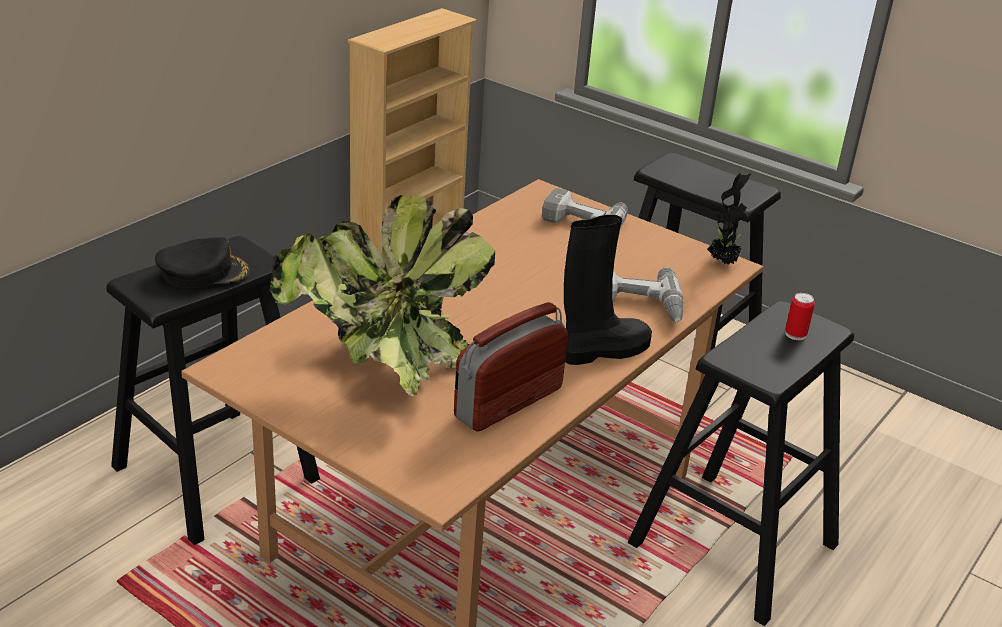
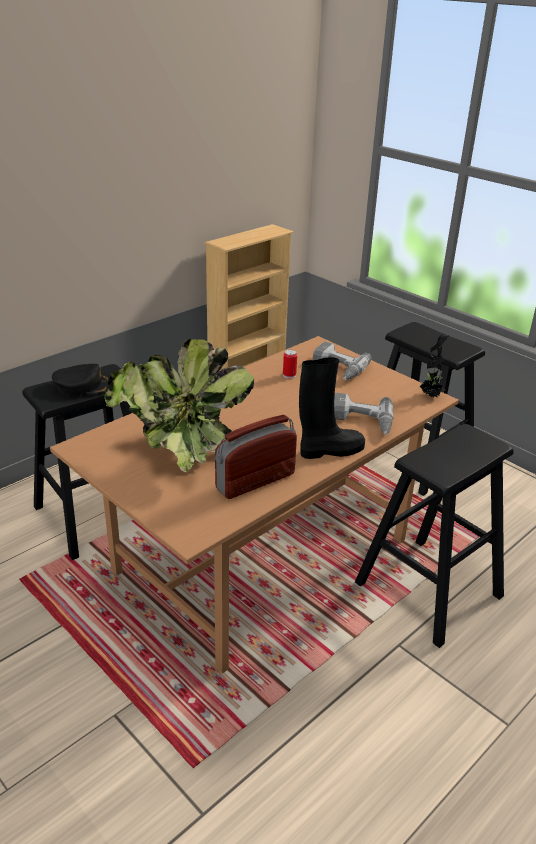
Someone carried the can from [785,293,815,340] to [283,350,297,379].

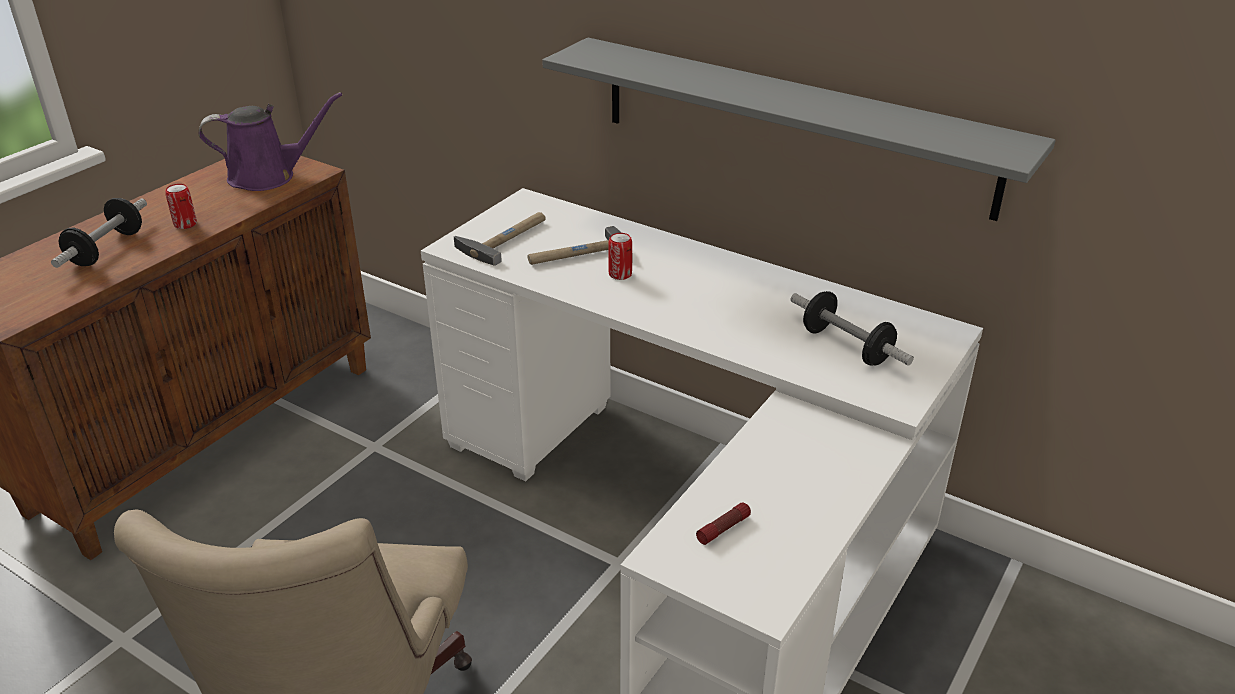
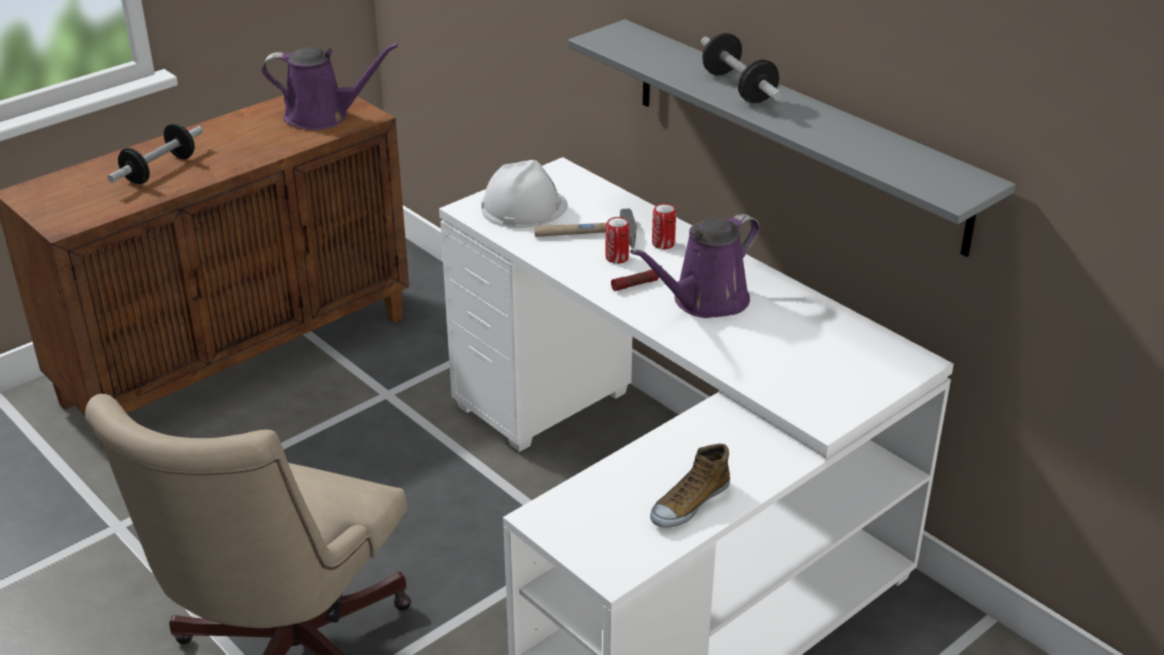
Someone put down the watering can (purple) at [630,214,760,318].
Someone put down the shoe at [650,444,730,528].
Someone carried the can from [166,184,197,229] to [652,203,676,249].
Someone carried the flashlight from [696,503,751,545] to [611,269,659,291].
Someone carried the dumbbell from [790,291,914,366] to [701,33,782,103].
Someone swapped the hammer at [454,212,546,266] for the hard hat (white) at [481,160,568,228].

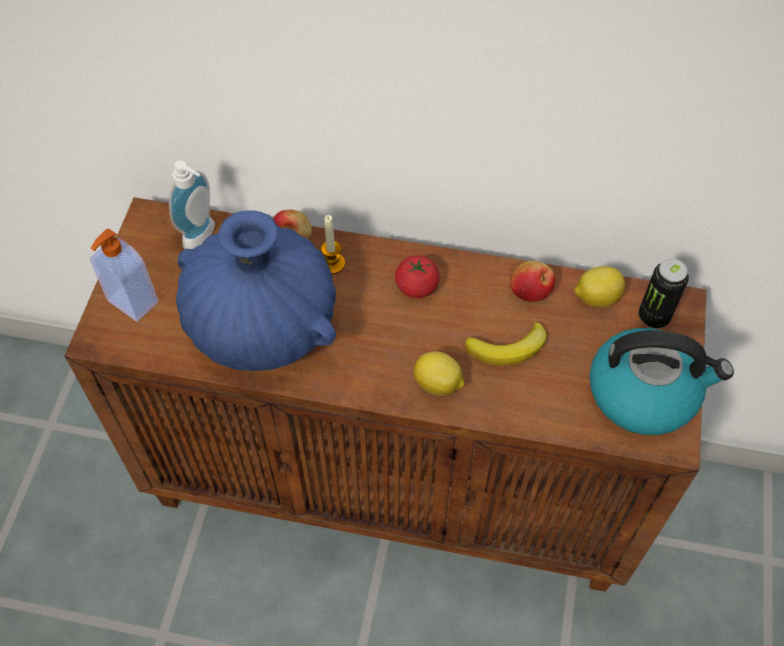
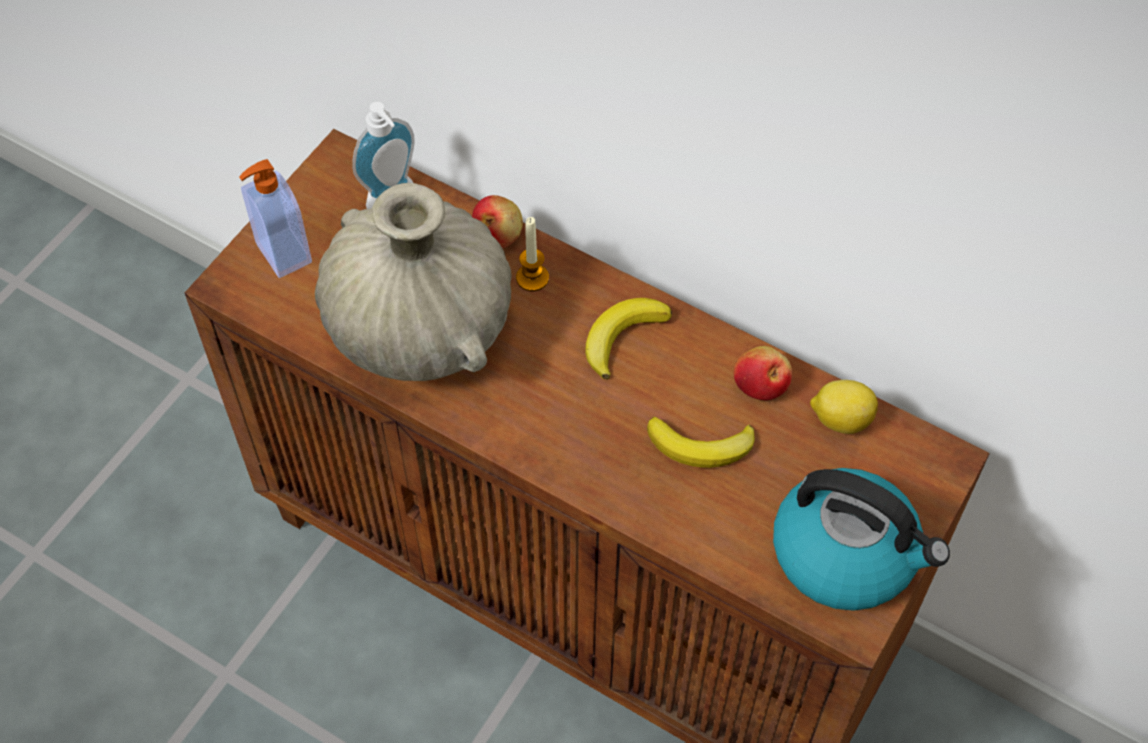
Someone took away the lemon at [413,351,464,396].
Someone took away the can at [639,259,689,328].
Someone swapped the tomato at [395,255,440,298] for the banana at [585,298,672,380].
Someone repainted the vase (blue) at [176,210,336,371], which became the vase (beige) at [315,183,512,381].

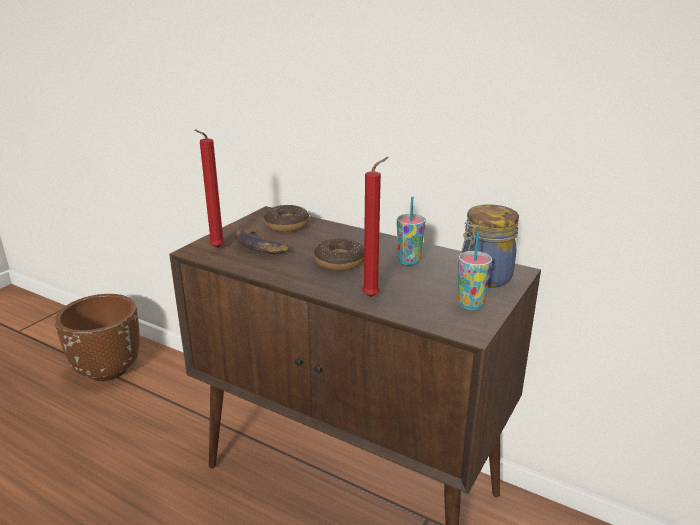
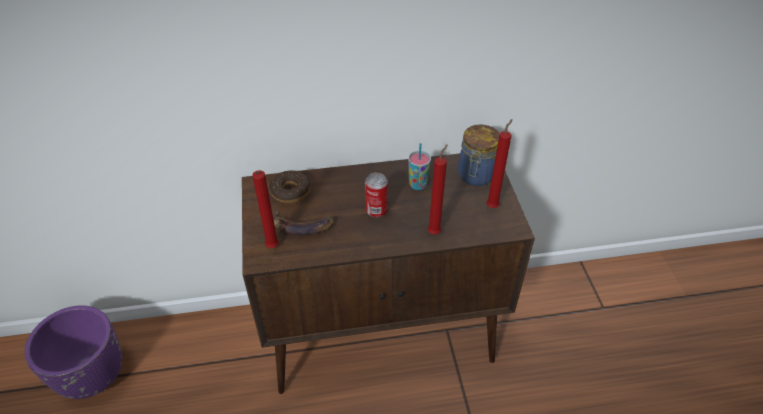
Someone swapped the donut at [314,238,364,271] for the can at [365,172,388,218].
Someone swapped the cup at [458,233,492,310] for the candle (red) at [486,119,513,208].
Someone repainted the planter (brown) at [55,294,140,381], which became the planter (purple) at [25,305,122,399].

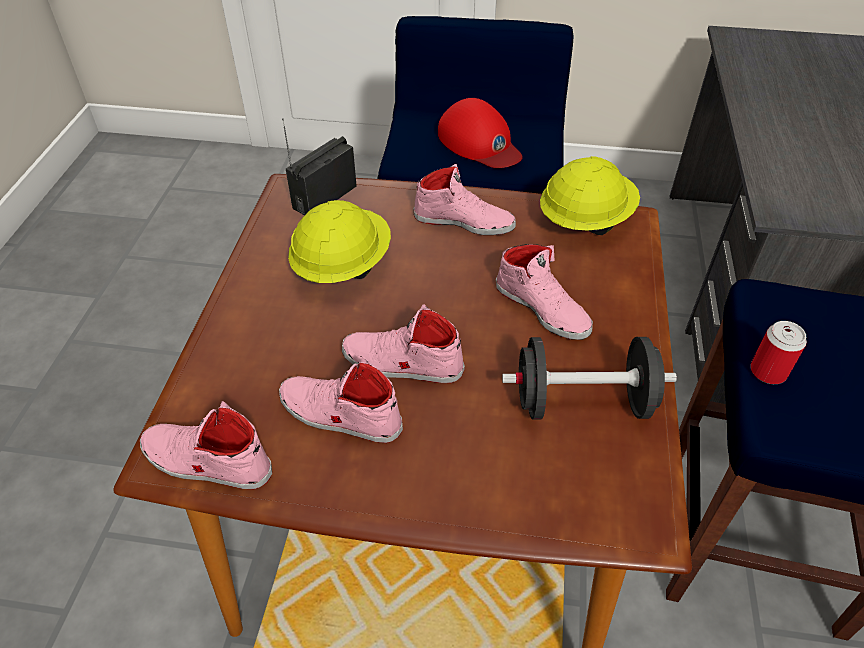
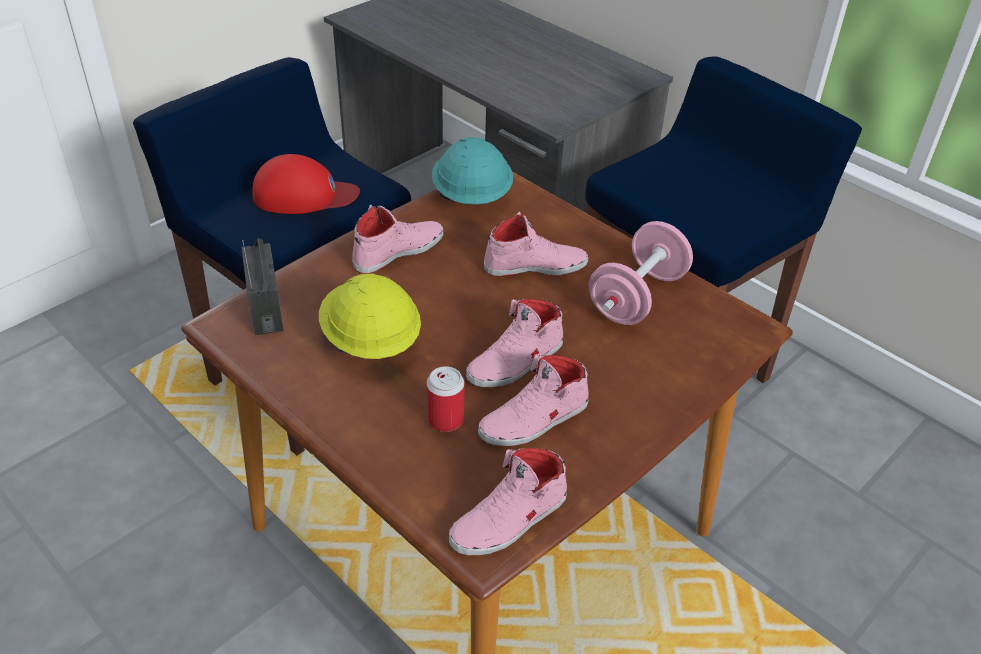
Someone carried the can from [750,321,807,384] to [427,366,465,432].
Someone repainted the dumbbell (black) at [502,337,677,420], which became the dumbbell (pink) at [589,221,693,325].
Someone repainted the hard hat (yellow) at [540,156,640,235], which became the hard hat (turquoise) at [432,137,513,205].

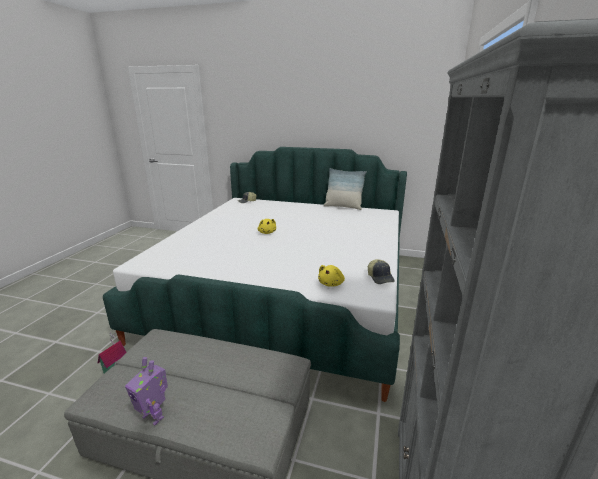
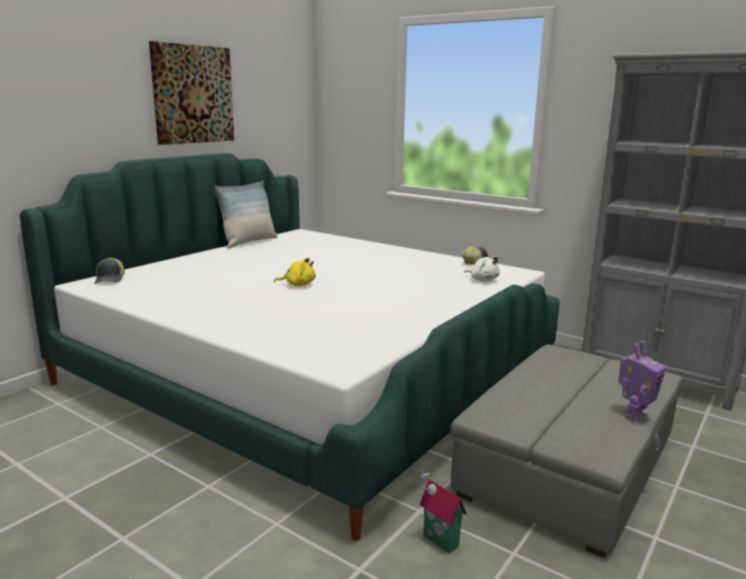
Someone put up the picture at [149,41,234,145].
Someone repainted the plush toy (yellow) at [318,265,345,287], which became the plush toy (white) at [464,256,500,281].

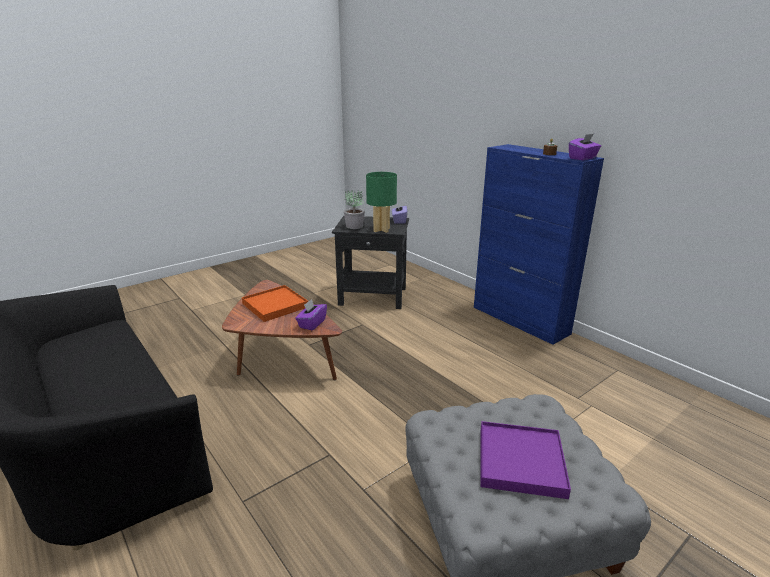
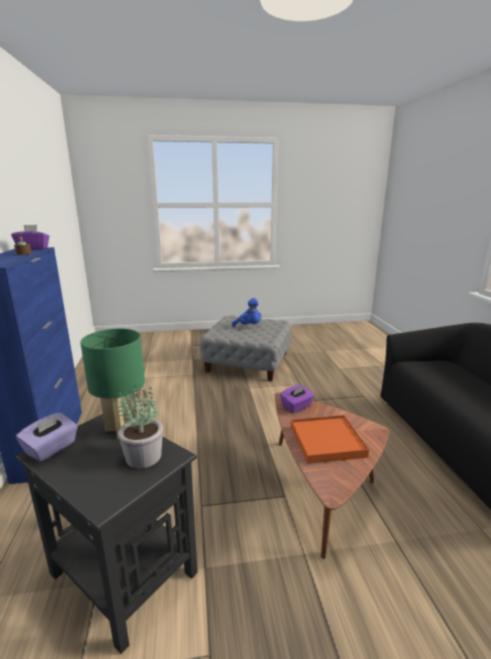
Someone swapped the tray (purple) at [480,421,571,499] for the plush toy (blue) at [232,298,261,327].

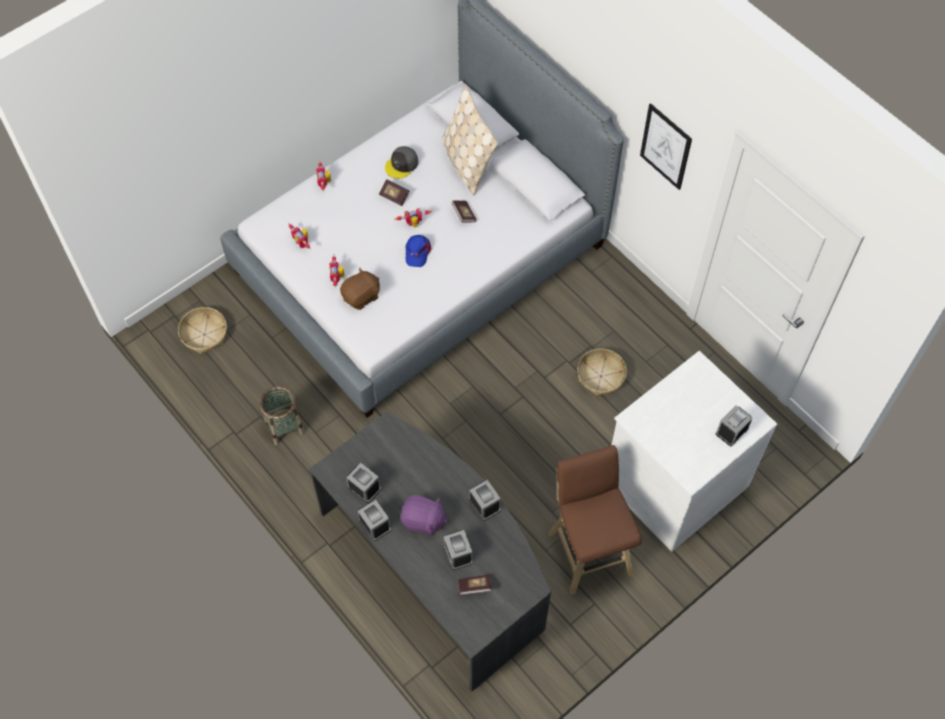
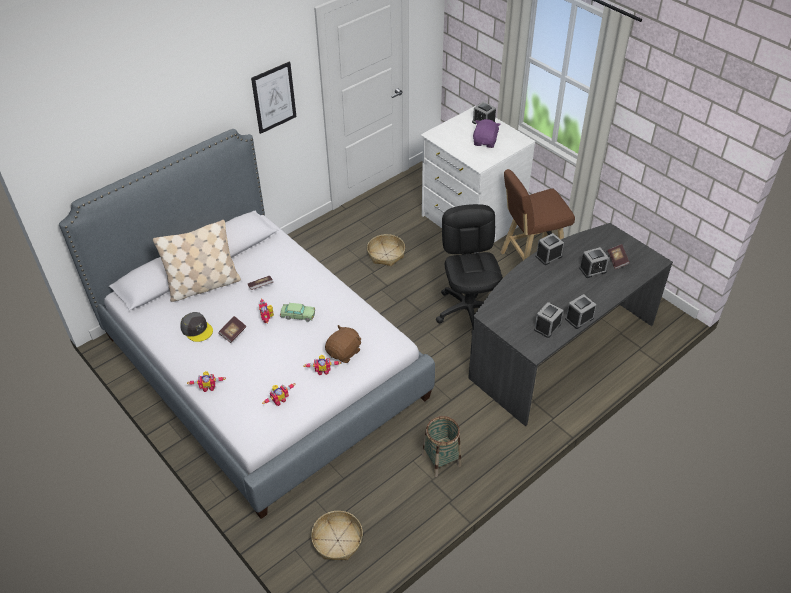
Someone put down the office chair (black) at [436,204,503,333].
Someone carried the plush toy (purple) from [401,495,448,536] to [473,119,501,148].
Someone swapped the cap (blue) at [406,235,431,267] for the toy car at [280,303,315,322].
Someone rotated the plush toy (brown) at [340,267,380,310] by 75 degrees clockwise.

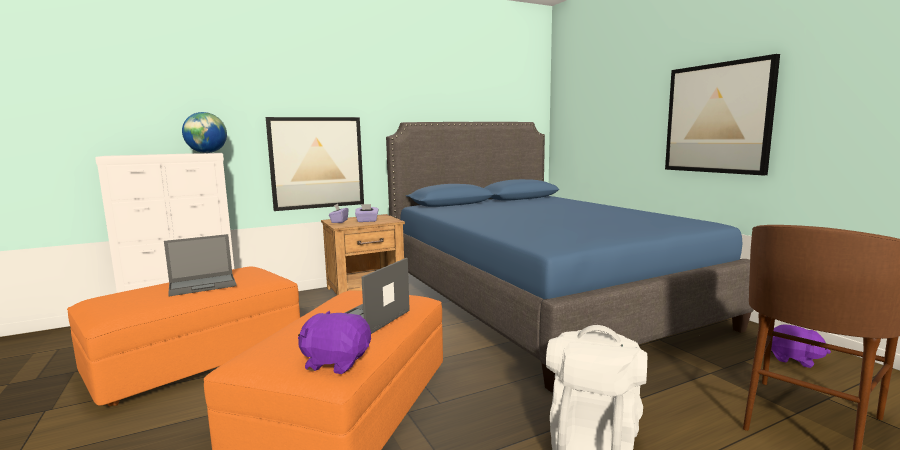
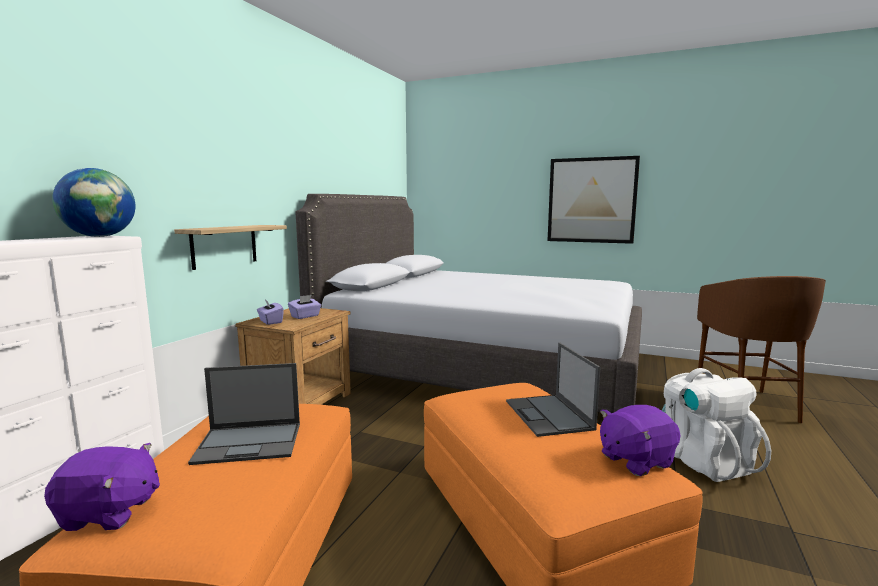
Someone carried the plush toy (purple) from [771,324,831,368] to [44,443,160,531].
Someone swapped the picture at [266,117,364,211] for the shelf at [174,225,287,270].
Someone repainted the bed (blue) at [386,122,754,392], which became the bed (grey) at [295,194,642,413].
Someone rotated the laptop at [164,234,237,296] by 60 degrees clockwise.

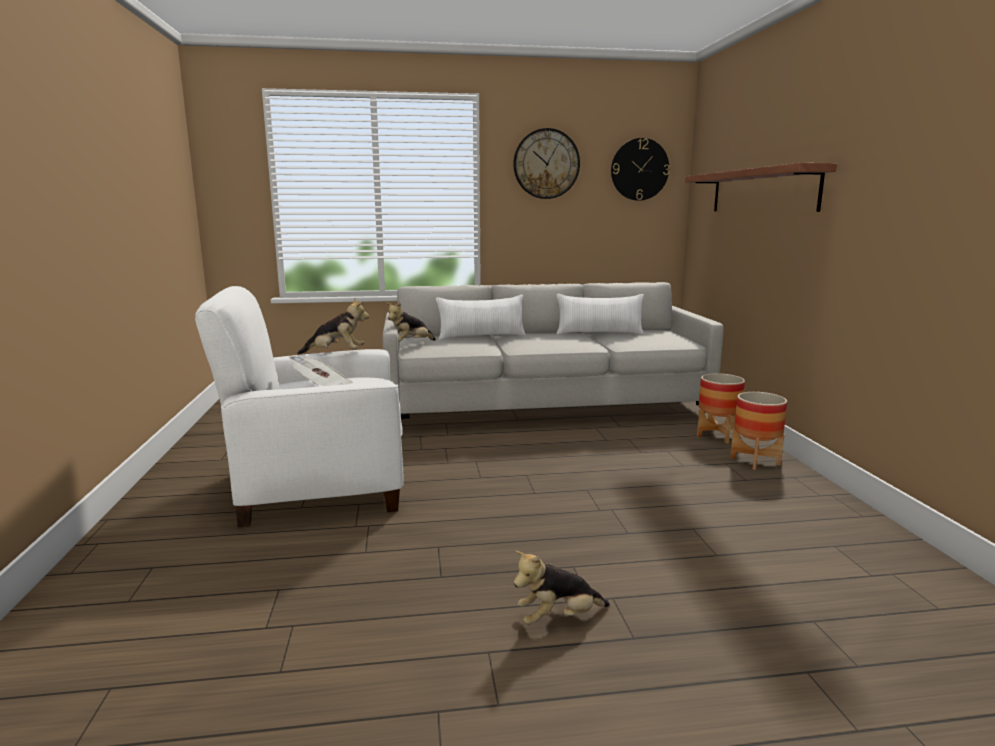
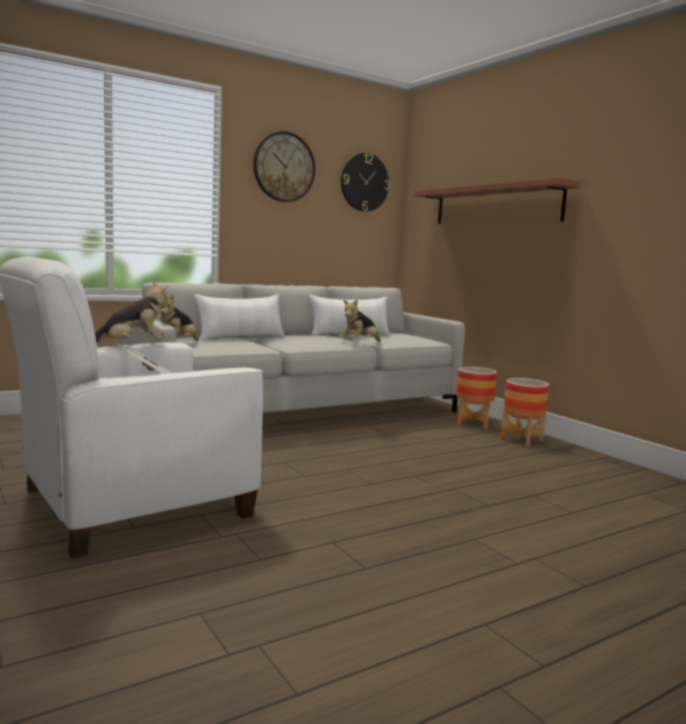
Someone carried the plush toy from [514,551,610,625] to [340,299,381,342].

